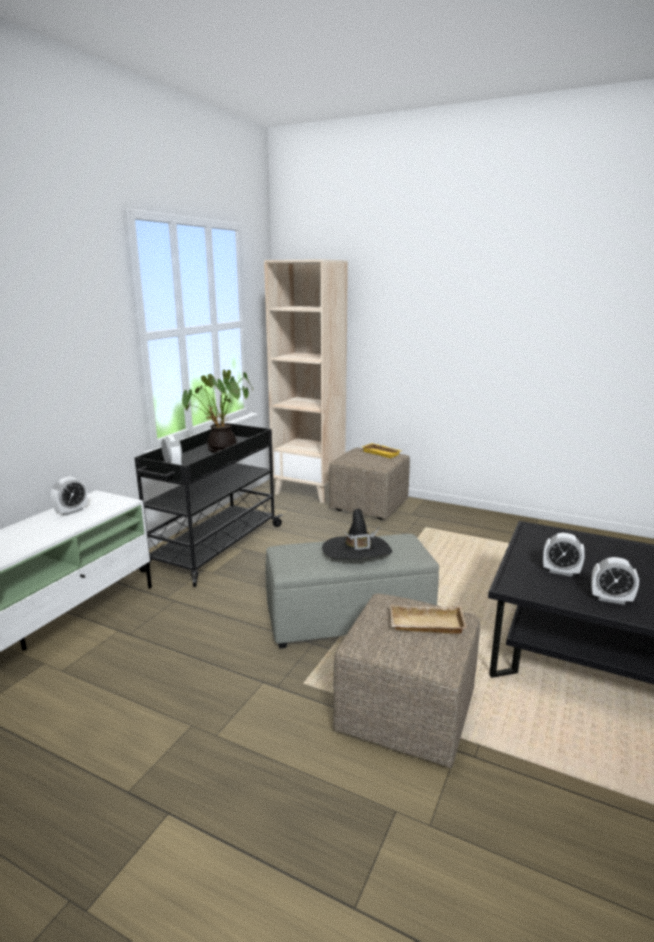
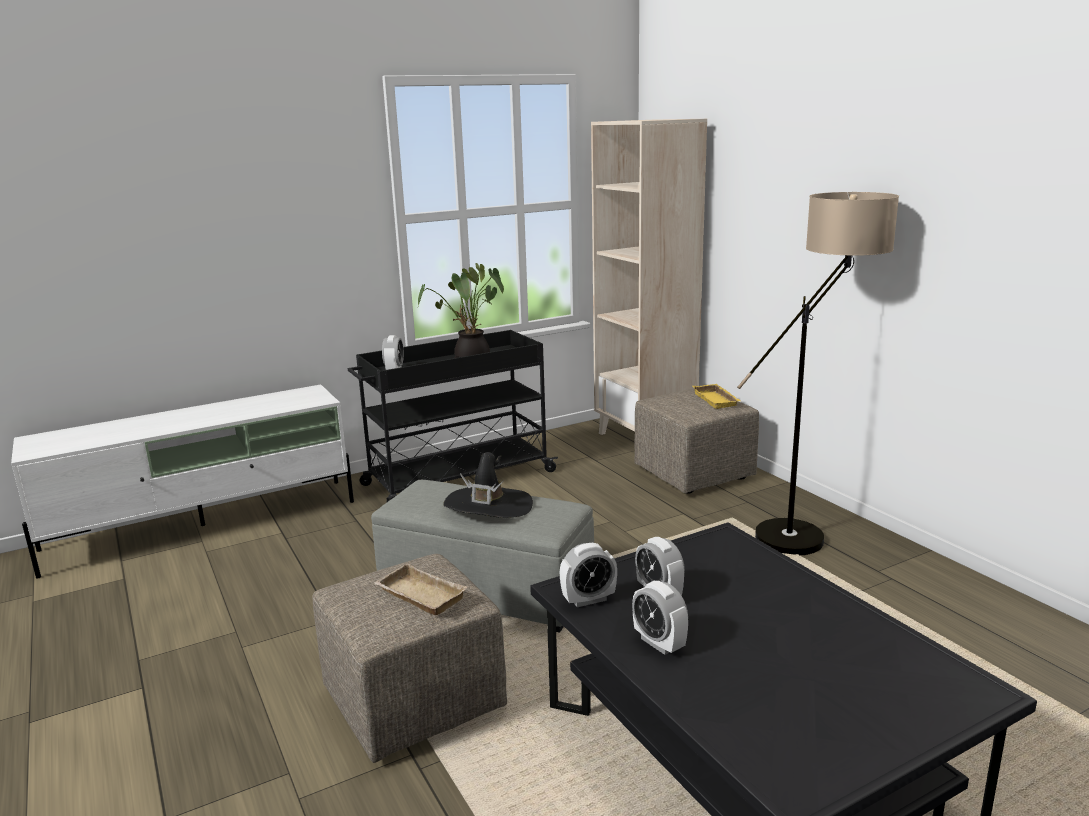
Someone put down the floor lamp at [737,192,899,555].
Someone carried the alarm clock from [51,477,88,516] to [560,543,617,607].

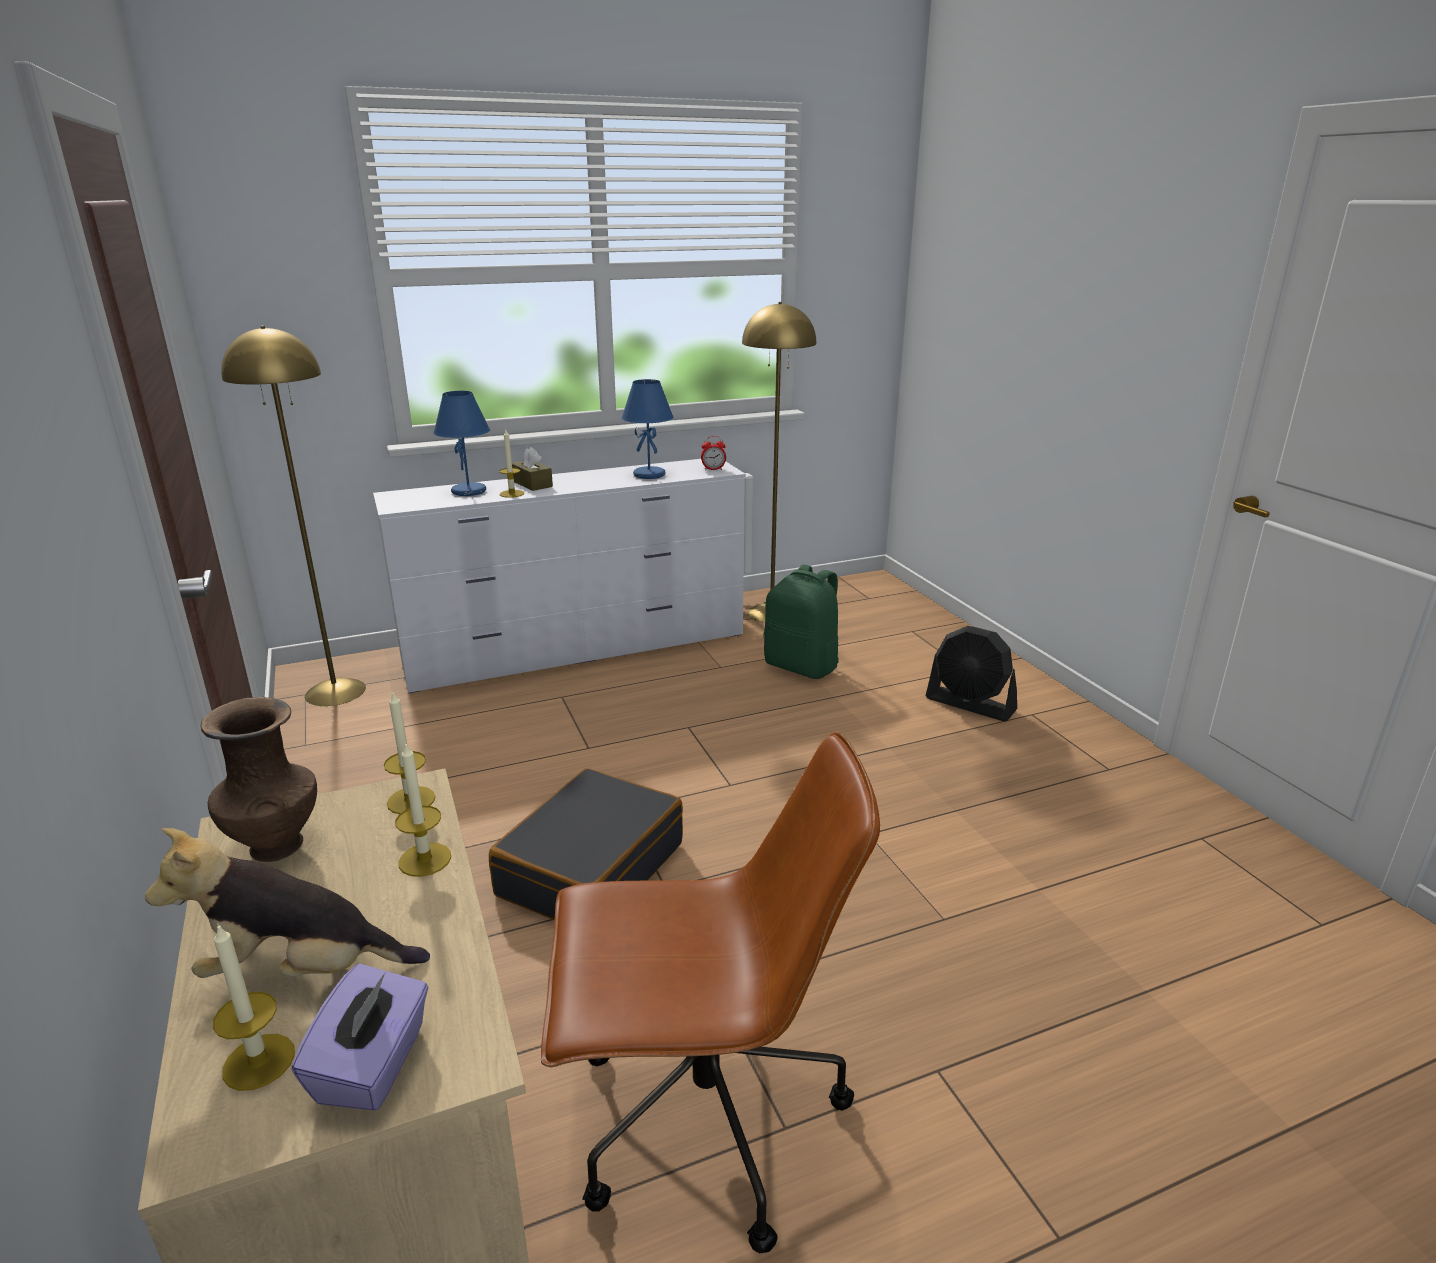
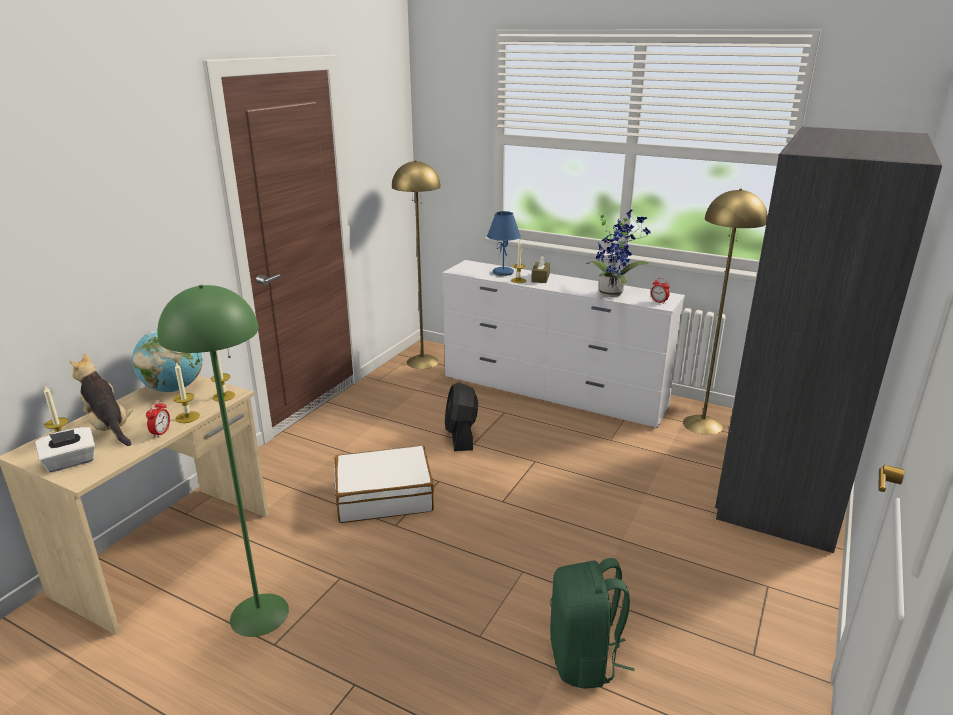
Someone put down the alarm clock at [146,400,170,438].
Someone put down the wardrobe (grey) at [715,127,942,553].
Someone carried the backpack (green) from [764,564,839,679] to [550,558,634,688].
Someone carried the fan (black) from [926,626,1017,721] to [445,382,478,451].
Someone swapped the vase (brown) at [201,697,317,862] for the globe at [132,329,203,392].
Someone swapped the office chair (brown) at [541,731,880,1253] for the floor lamp (green) at [157,285,289,637].
Someone swapped the table lamp (blue) at [622,379,674,479] for the potted plant at [586,210,651,297].
Someone repainted the tissue box (purple) at [291,963,429,1111], which became the tissue box (white) at [35,427,95,473].
Someone repainted the suitcase (black) at [489,768,683,921], which became the suitcase (white) at [334,445,434,523].

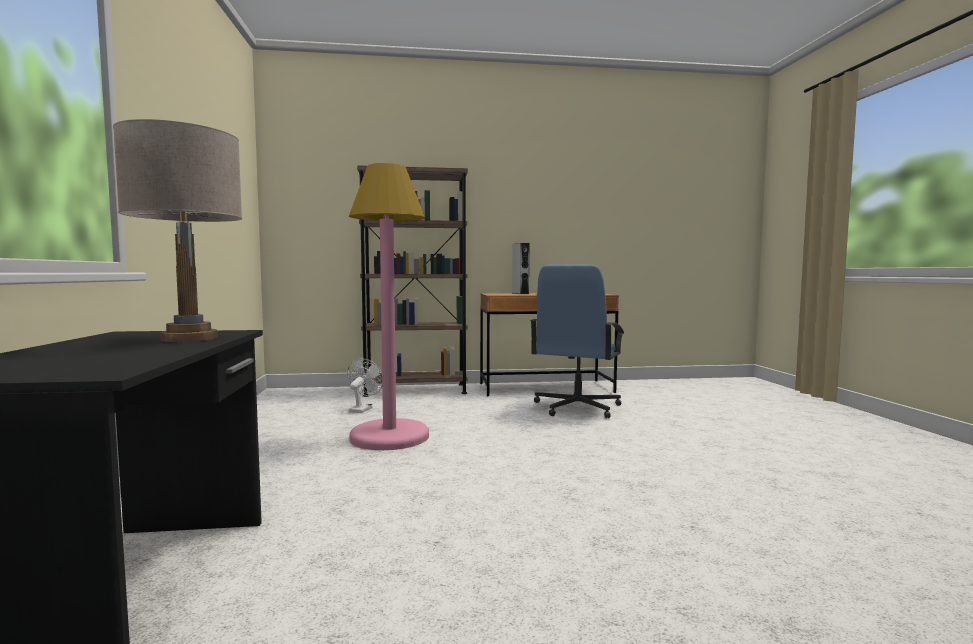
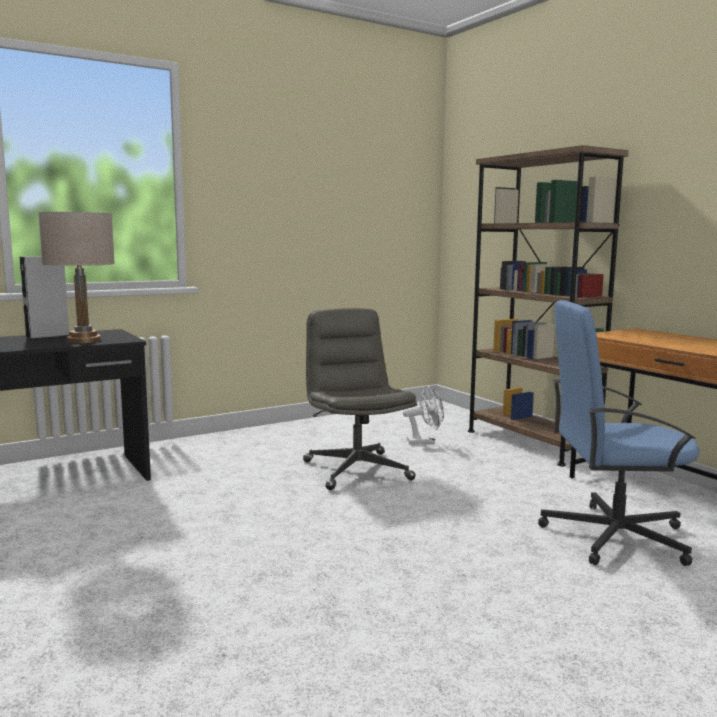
Someone carried the speaker (grey) from [512,243,529,294] to [20,256,70,339].
Someone swapped the floor lamp (pink) at [349,163,429,450] for the office chair (grey) at [303,308,417,490].

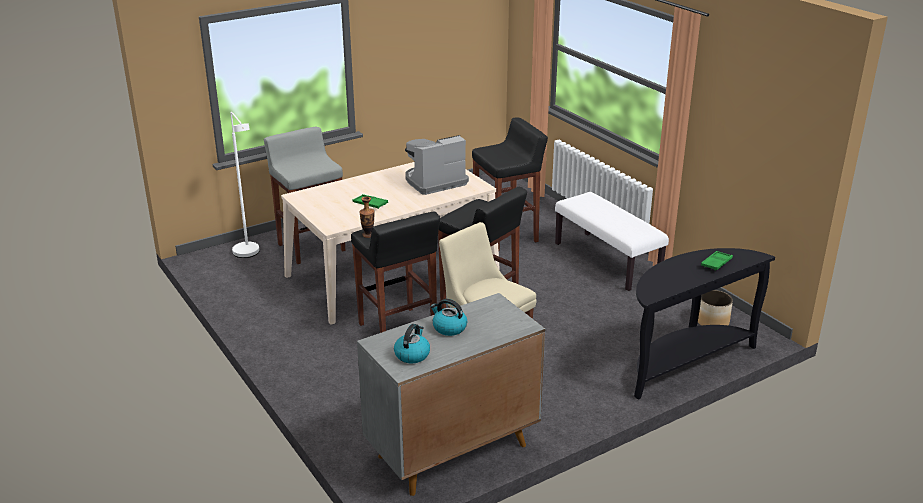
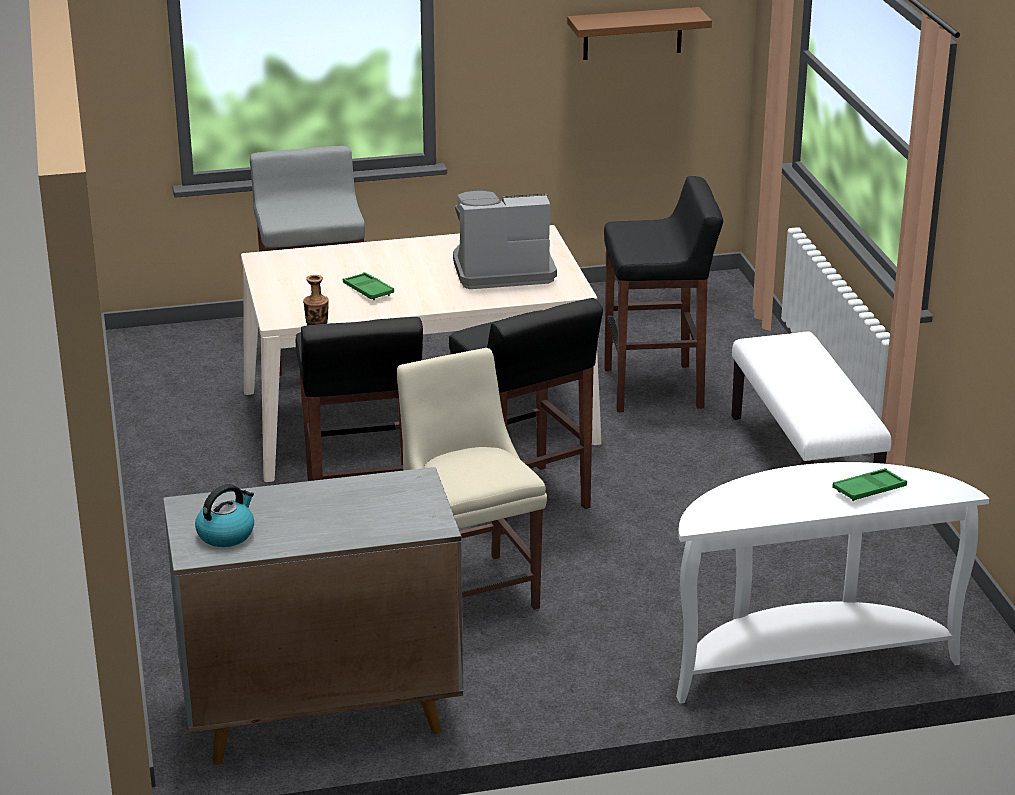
Someone took away the floor lamp (white) at [231,112,259,258].
Someone took away the kettle at [430,299,467,336].
Someone took away the planter at [698,290,733,326].
Someone put up the shelf (brown) at [567,7,712,60].
Someone repainted the console table (black) at [634,248,775,400], which became the console table (white) at [676,462,989,704].

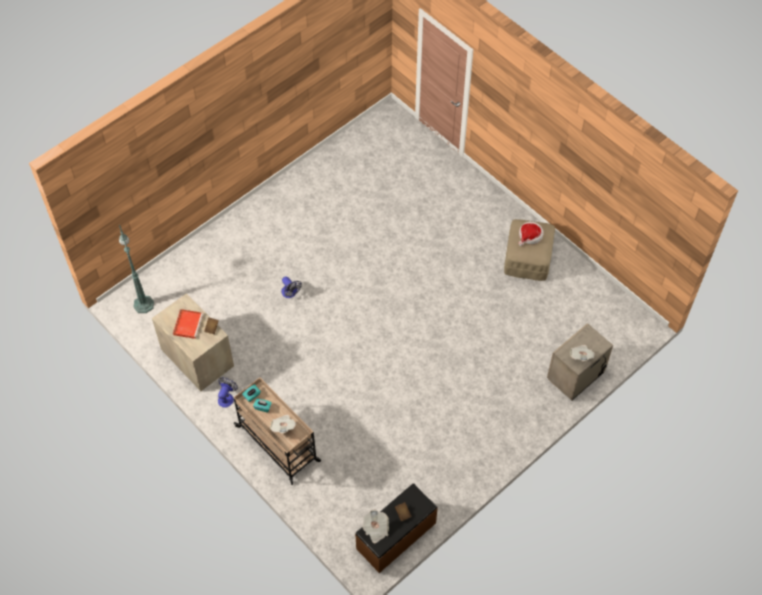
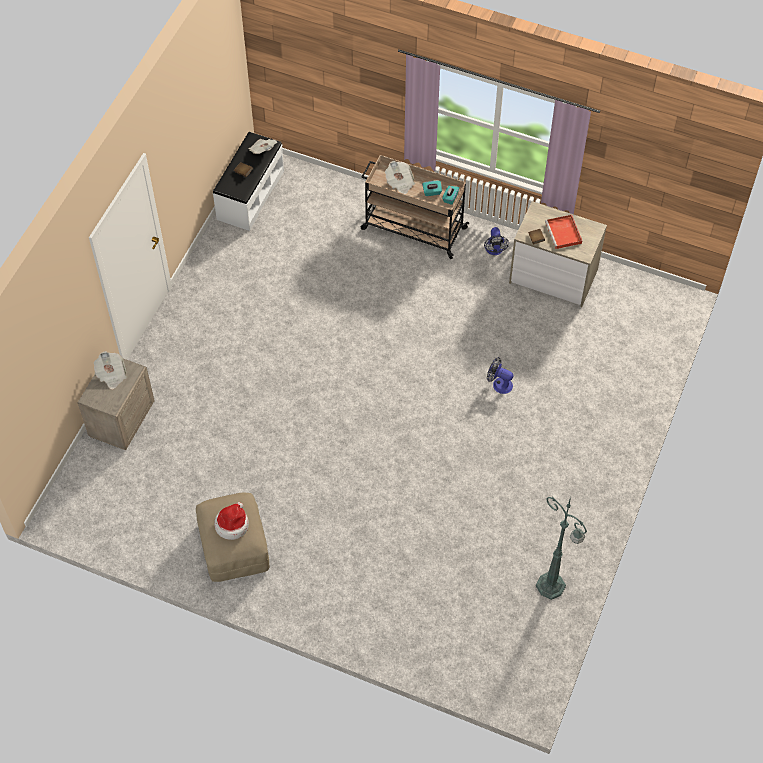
Someone carried the floor lamp (green) from [119,225,154,313] to [536,496,587,600].
Someone repainted the bench (brown) at [355,483,438,573], which became the bench (white) at [213,132,284,231].

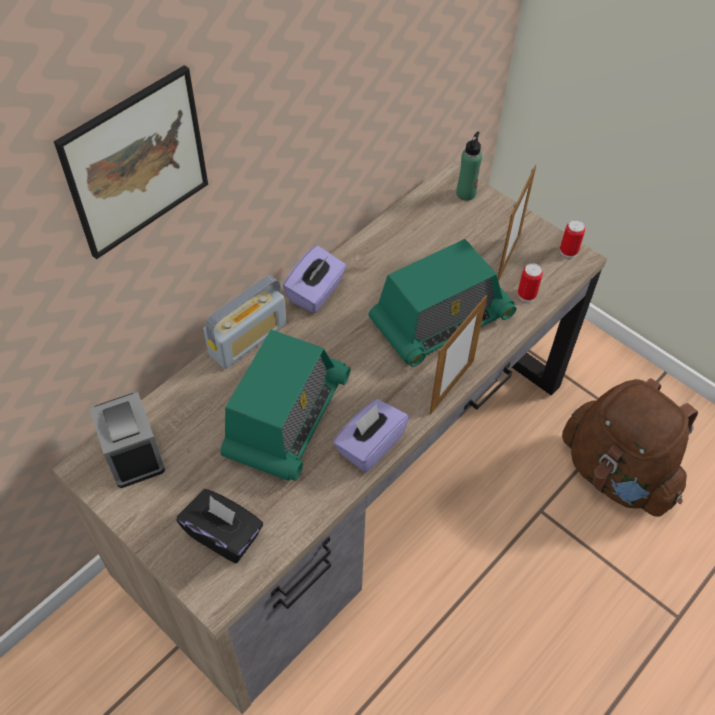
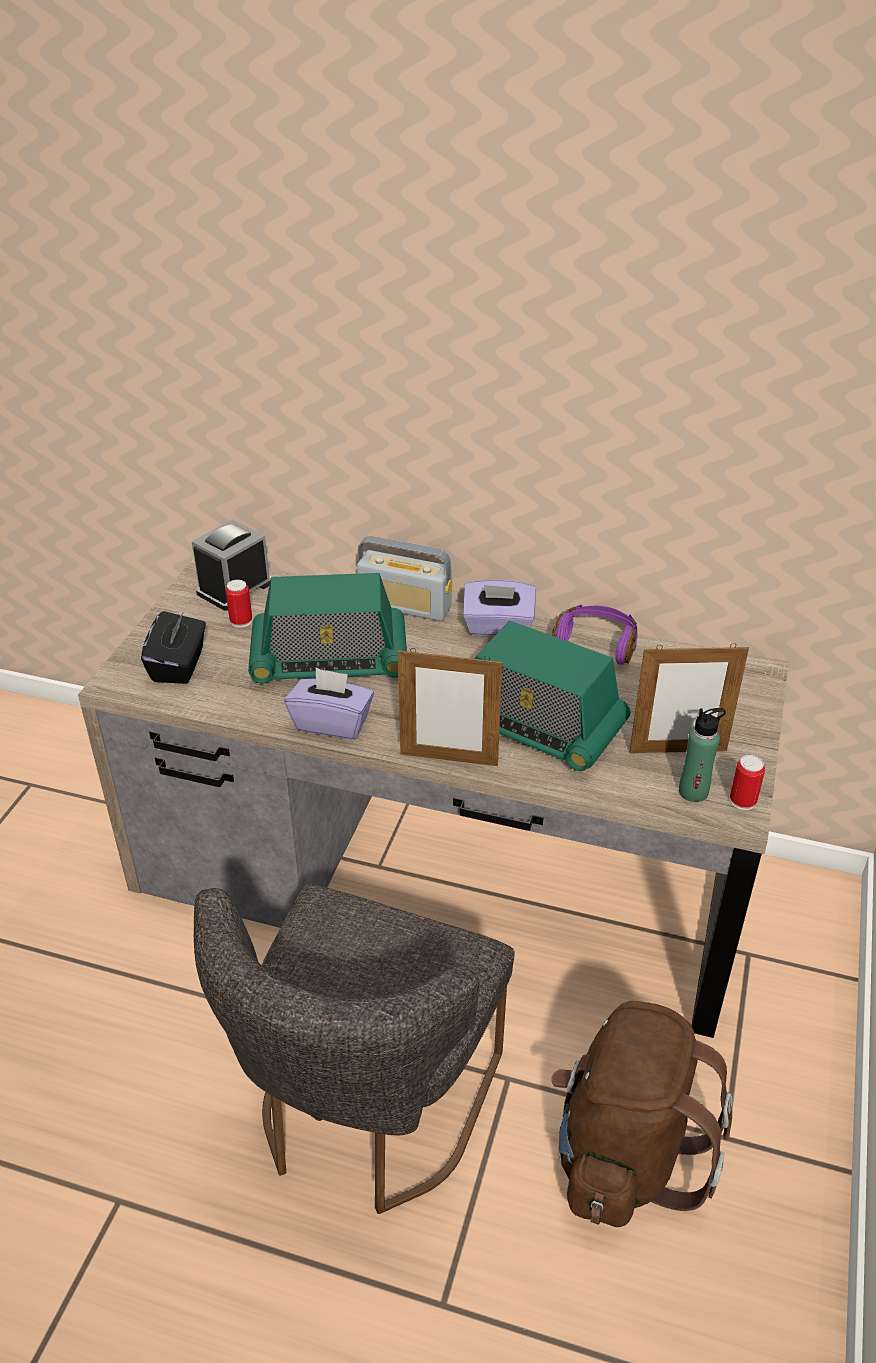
Someone took away the picture at [54,65,208,259].
Someone put down the chair (grey) at [194,885,515,1214].
Someone put down the headphones (purple) at [552,605,638,665].
Someone carried the bottle (green) from [457,131,482,201] to [679,708,726,802].
Someone carried the can from [518,263,543,302] to [225,580,252,628].

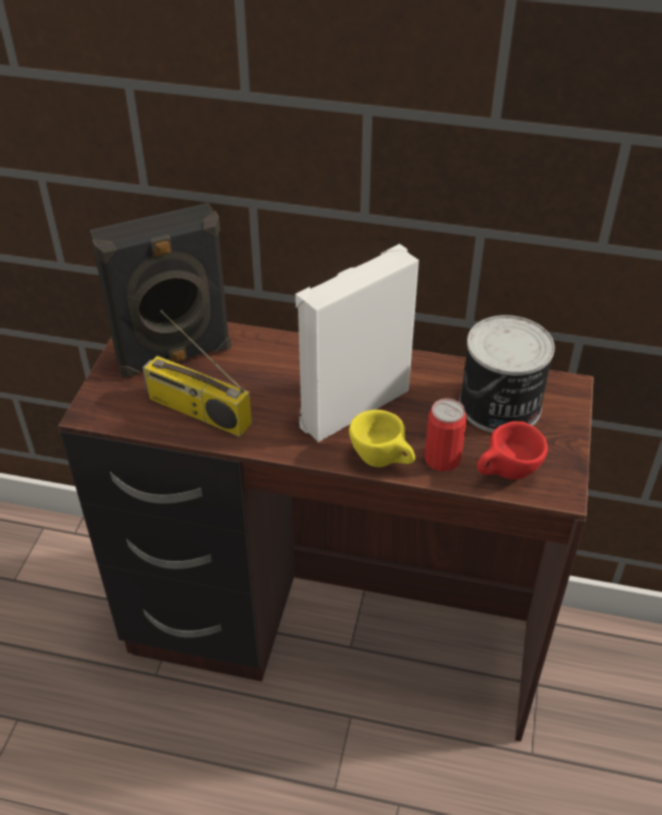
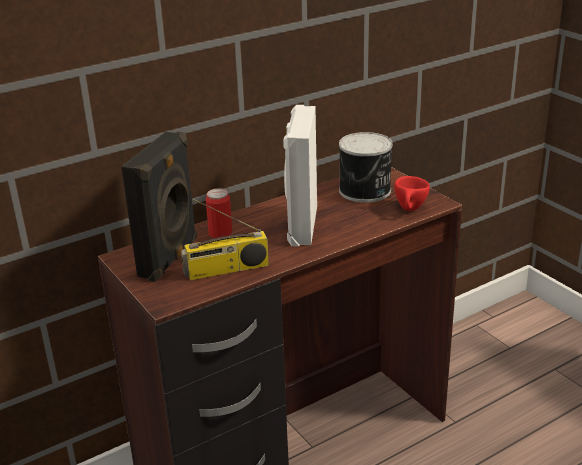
Someone took away the cup (yellow) at [349,410,415,467].
Someone carried the can from [424,398,467,471] to [206,188,232,238].

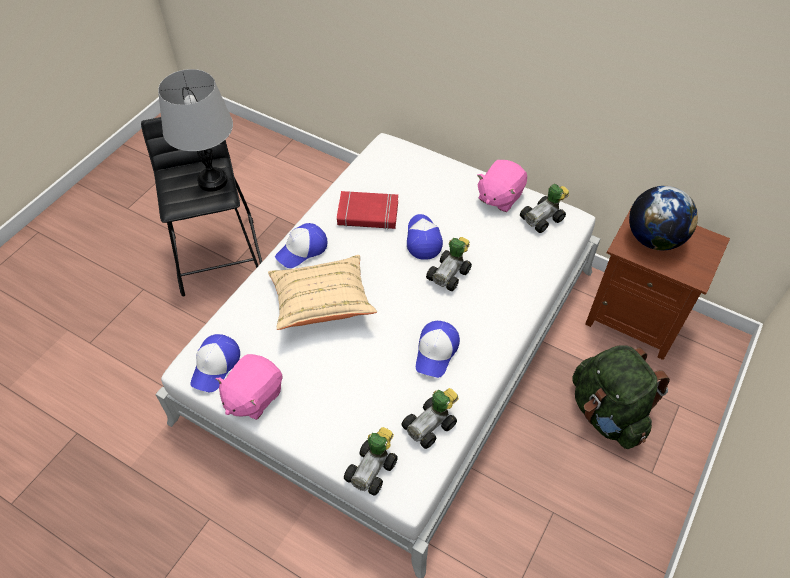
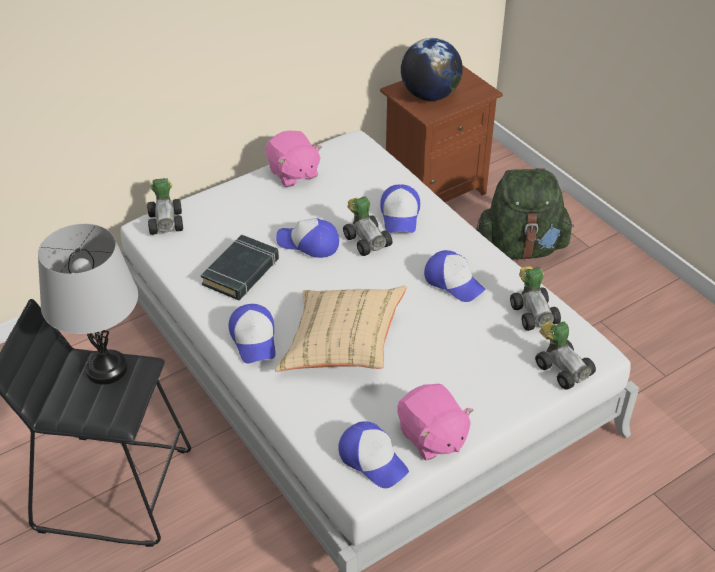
Someone put down the cap at [380,184,420,233].
Someone carried the toy car from [520,184,569,233] to [147,178,183,235].
Someone repainted the book (red) at [337,191,398,230], which became the book (black) at [201,235,279,300].

